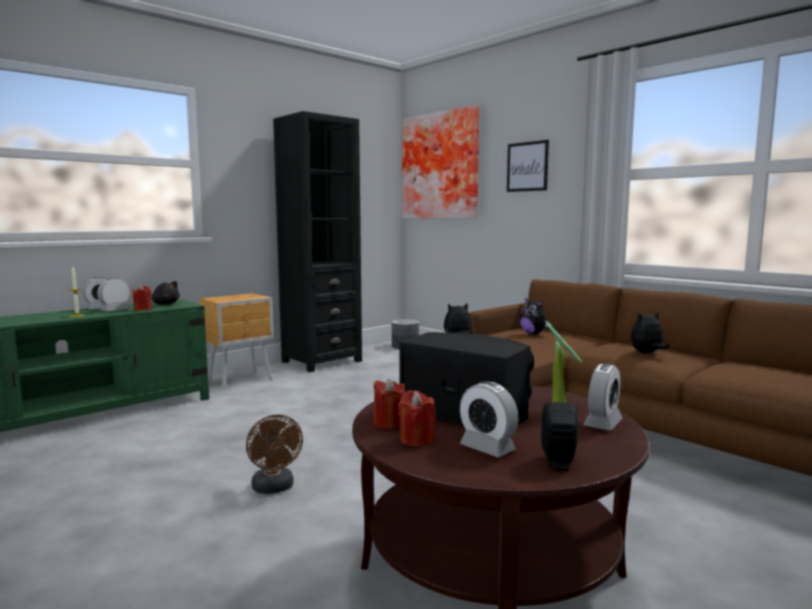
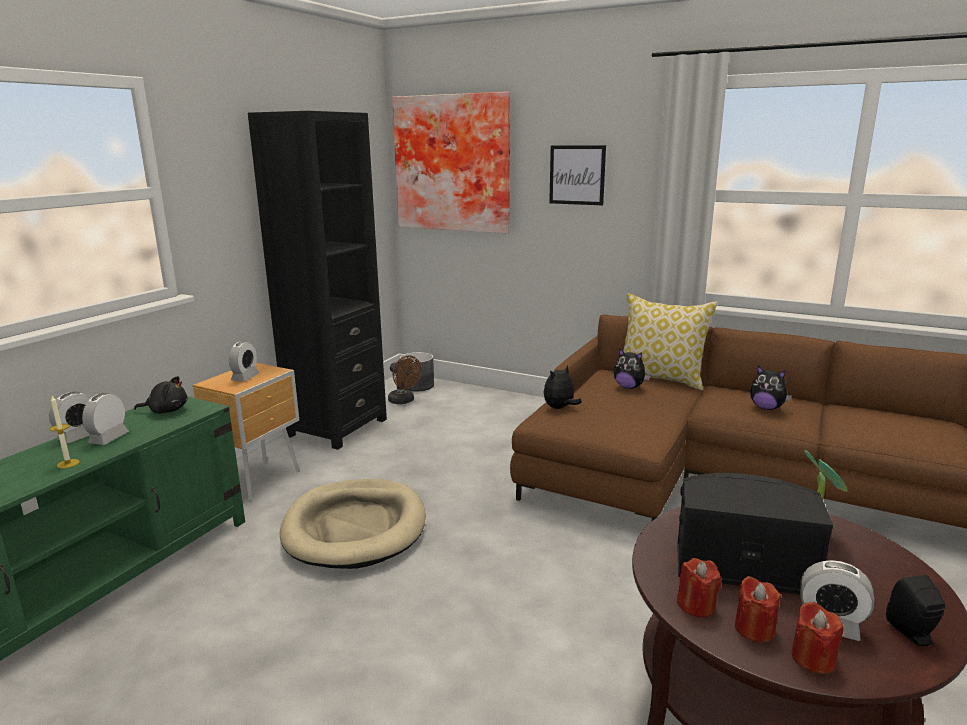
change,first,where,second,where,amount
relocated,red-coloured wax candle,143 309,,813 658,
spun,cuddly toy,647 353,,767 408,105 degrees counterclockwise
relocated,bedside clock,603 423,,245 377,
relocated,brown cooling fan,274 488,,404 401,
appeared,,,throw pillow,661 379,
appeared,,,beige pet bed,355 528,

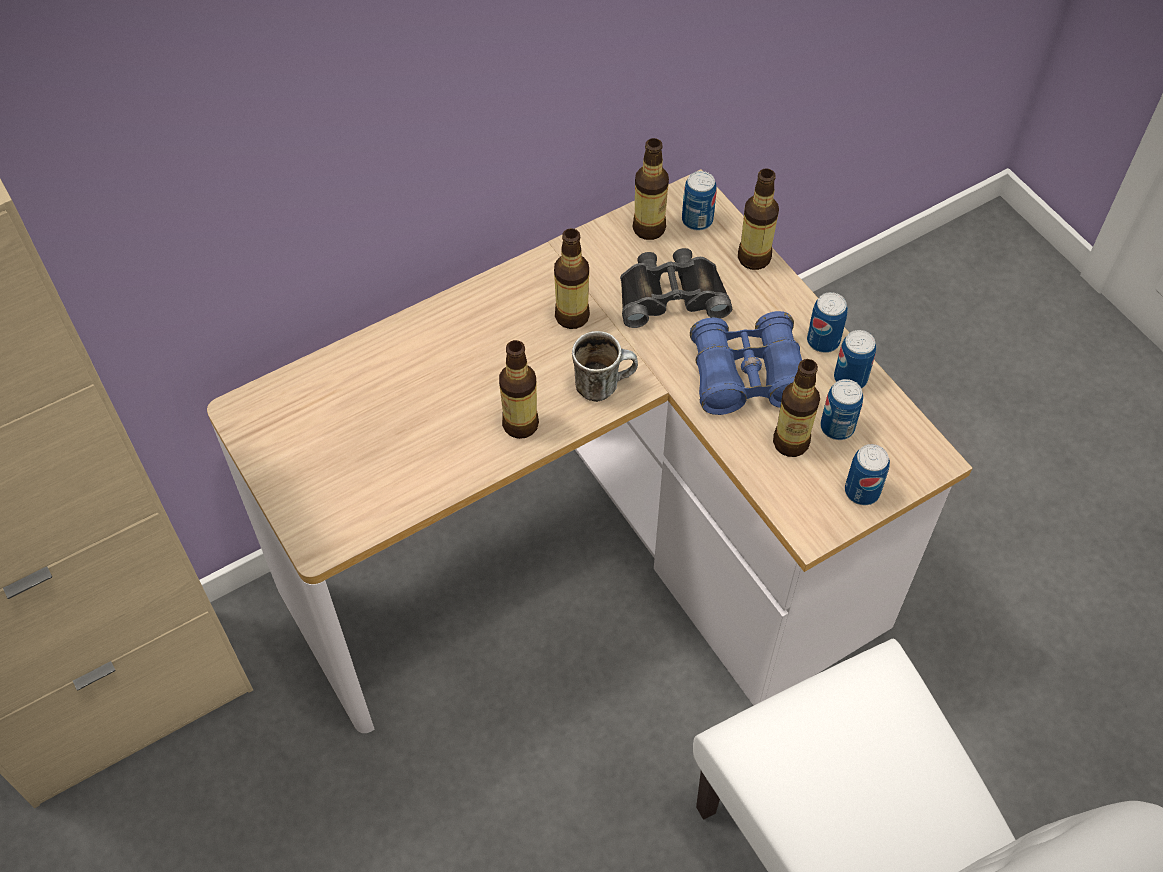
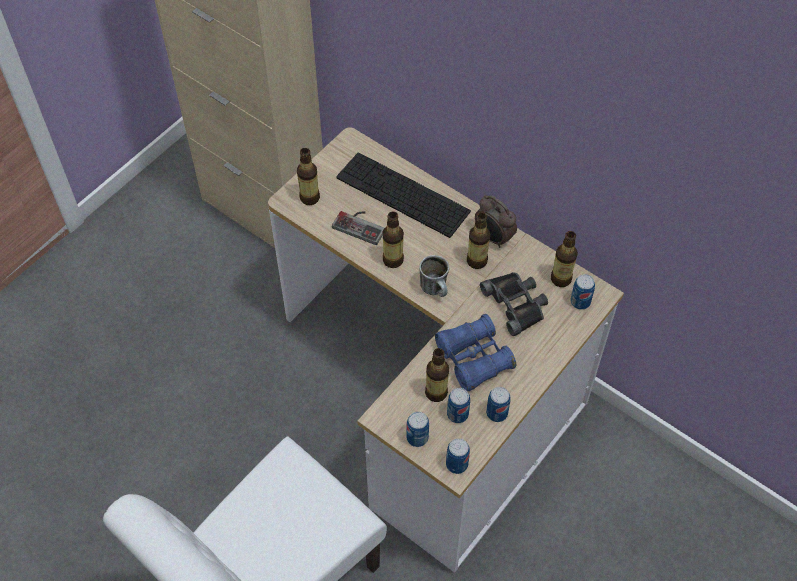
change,first,where,second,where,amount
relocated,drink bottle,754 258,,309 197,
relocated,metal can,823 341,,457 464,
appeared,,,computer keyboard,402 194,
appeared,,,bedside clock,493 238,
appeared,,,game controller,361 225,

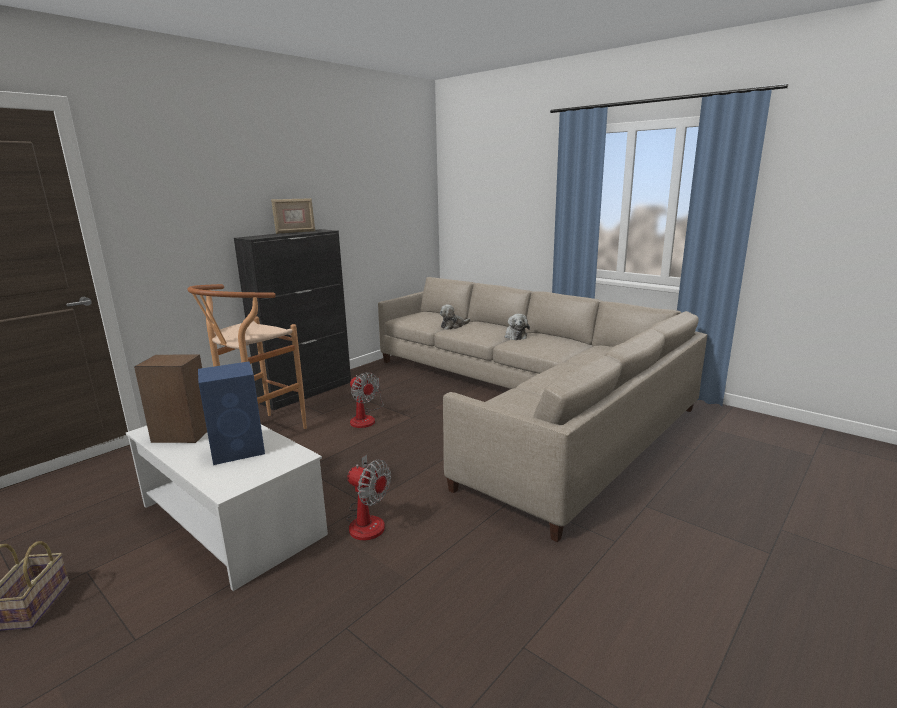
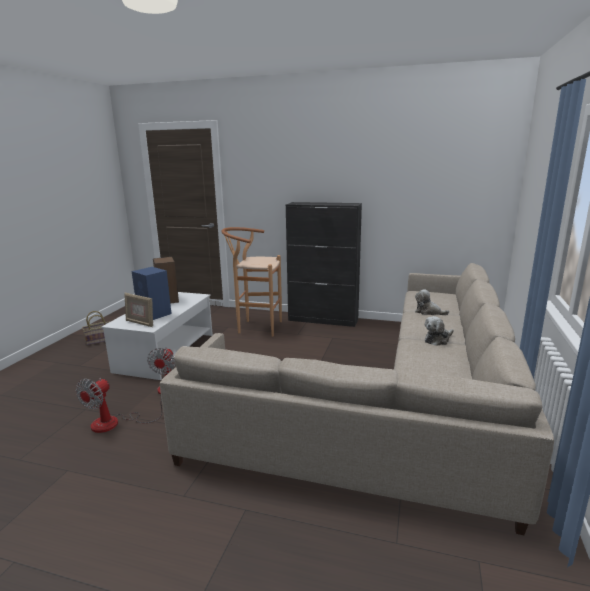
change,first,where,second,where,amount
relocated,photo frame,295 232,,140 323,
relocated,cooling fan,365 418,,115 423,

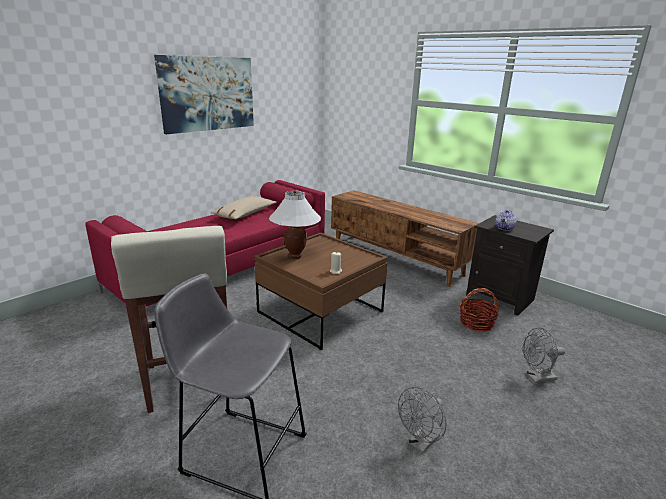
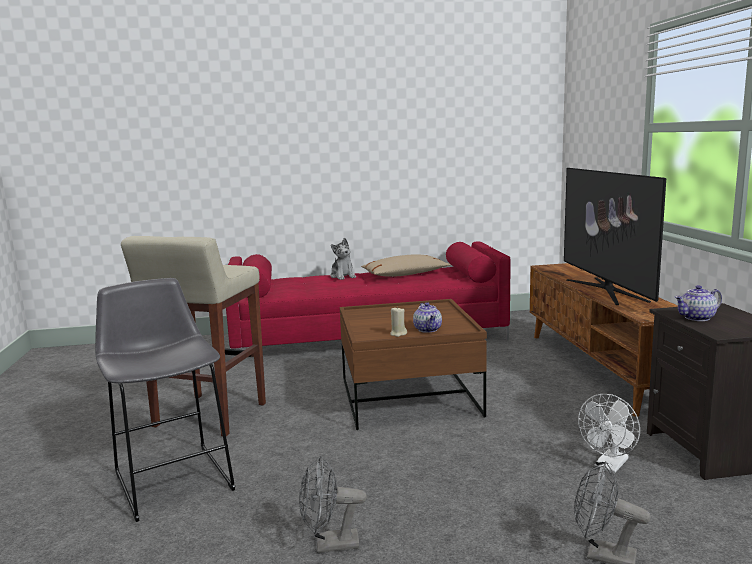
change,first,where,second,where,amount
missing,picture,208 94,,,
missing,whitish lamp for a table,295 256,,,
exchanged,household basket,476 323,whitish cooling fan,609 466,
appeared,,,TV,605 290,
appeared,,,cuddly toy,343 276,
appeared,,,teapot,428 329,

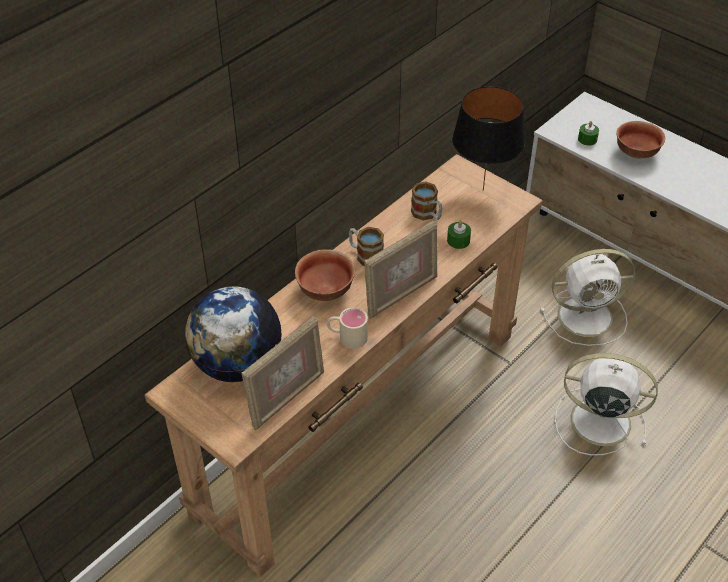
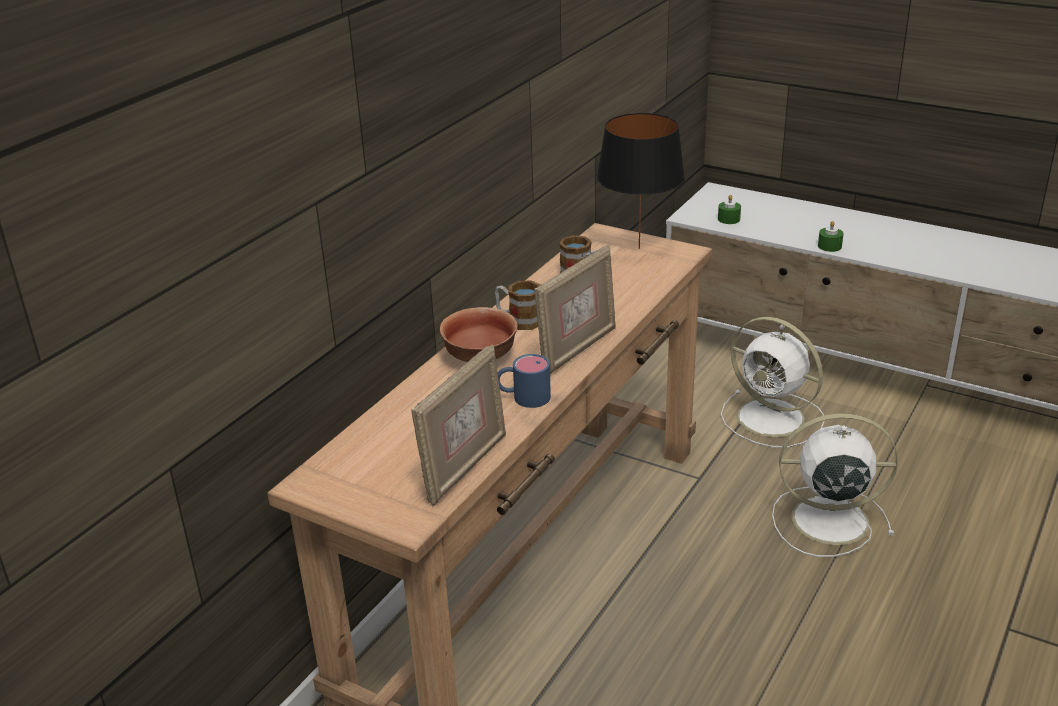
change,first,where,second,where,amount
missing,bowl,635 153,,,
relocated,green wax candle,458 240,,829 246,
spun,whitish cooling fan,587 316,,773 419,60 degrees clockwise
missing,world globe,237 364,,,
colour,beige tea mug,347 337,blue-coloured tea mug,523 397,

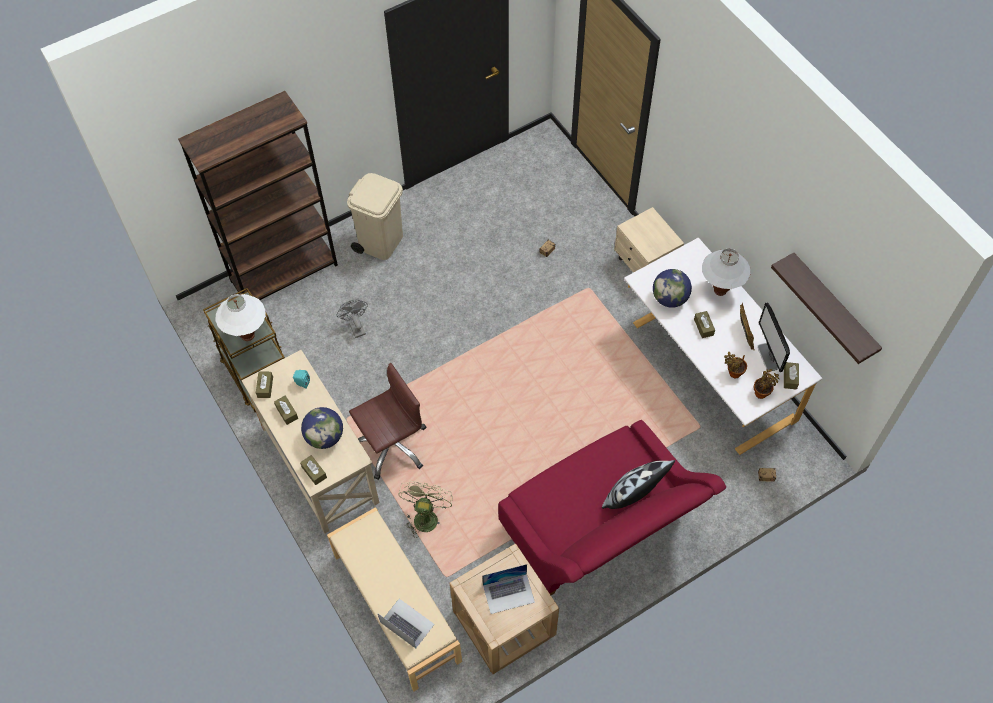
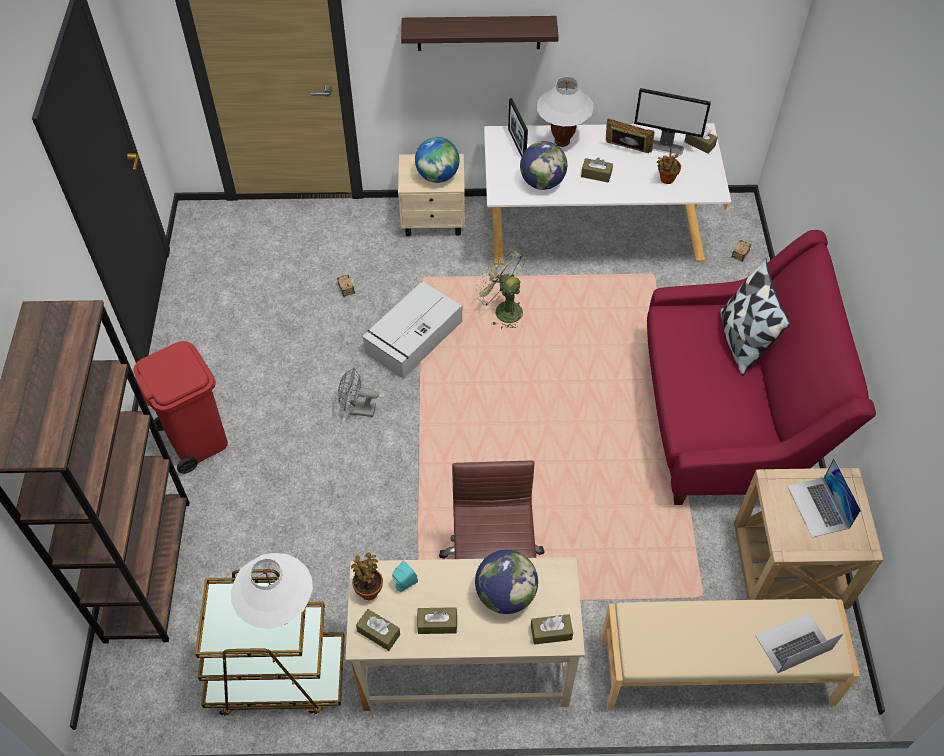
change,first,where,second,where,amount
colour,beige waste bin,381 241,red-coloured waste bin,196 438,
relocated,shelf,833 308,,479 33,
relocated,gray cooling fan,356 326,,357 409,
relocated,plant in a pot,761 392,,369 589,
relocated,green cooling fan,426 515,,502 310,
spun,laptop,509 593,,818 507,150 degrees clockwise
appeared,,,photo frame,517 144,
appeared,,,world globe,437 176,
appeared,,,gray storage bin,412 338,

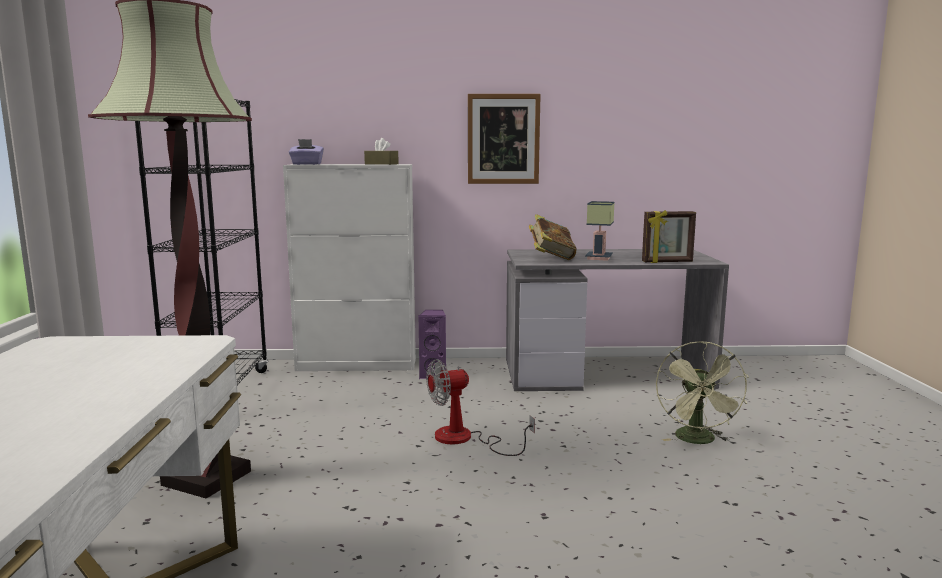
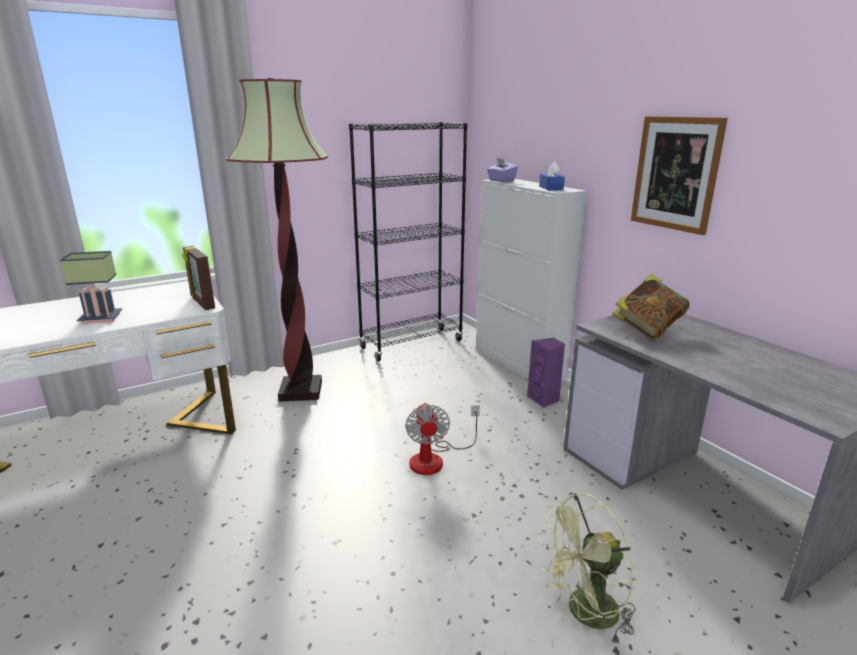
change,first,where,second,where,amount
colour,brown tissue box,381 164,blue-coloured tissue box,551 188,
relocated,lamp for a table,597 257,,103 317,
relocated,photo frame,667 262,,202 303,
spun,cooling fan,465 439,,435 459,135 degrees counterclockwise

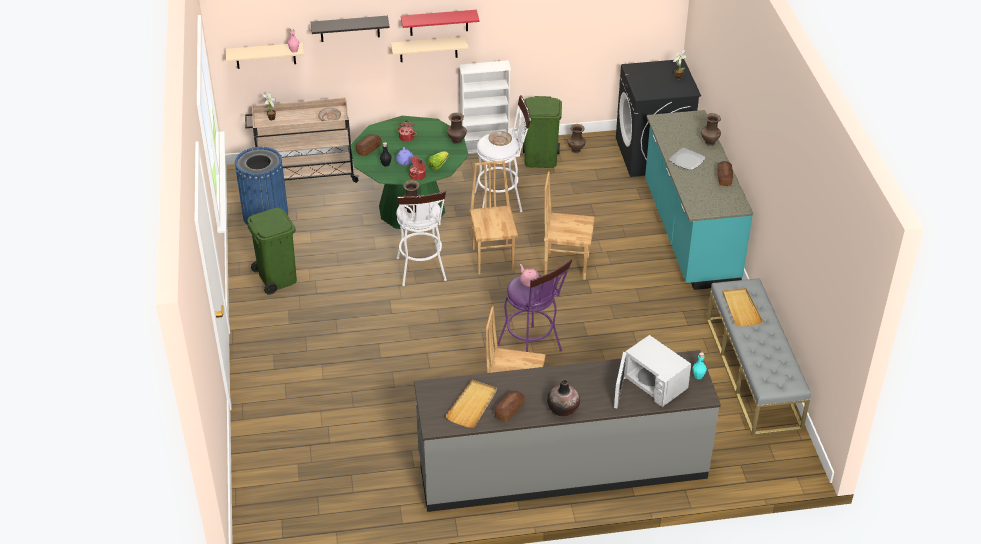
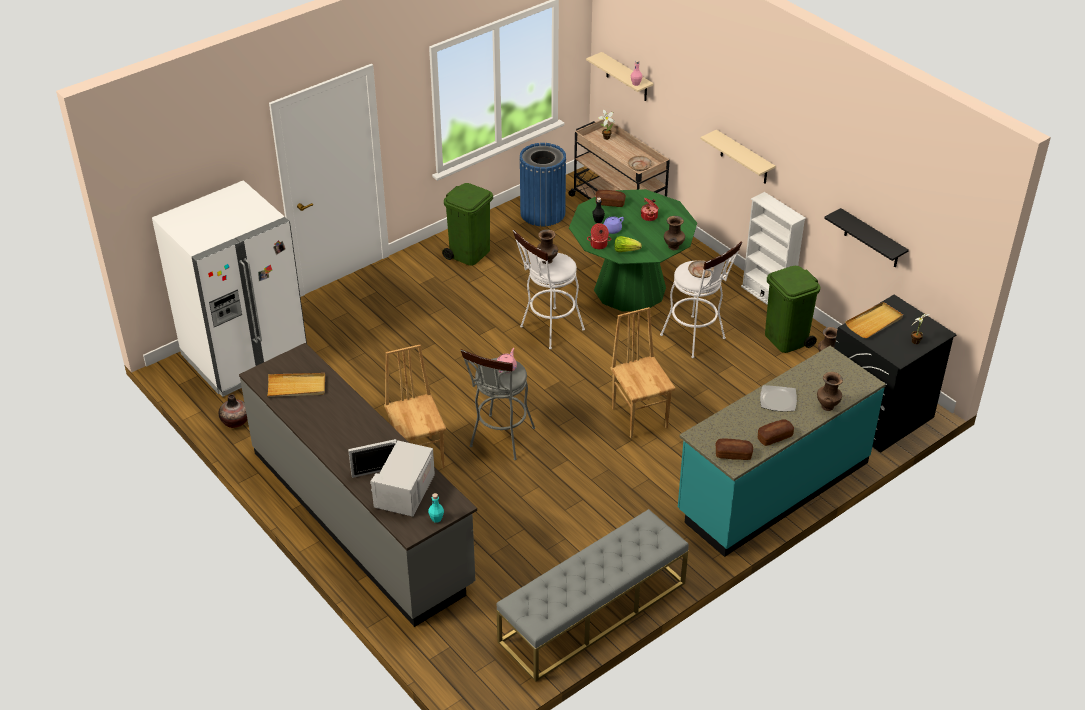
change,first,where,second,where,amount
missing,red-coloured shelf,439 22,,,
relocated,blackish shelf,349 28,,872 239,
missing,brown upright chair,493 259,,,
colour,purplish stool seat,533 350,gray stool seat,500 441,
relocated,beige carrying tray,741 308,,874 322,
relocated,flower vase,563 409,,235 421,
relocated,baked bread,509 410,,733 454,
appeared,,,whitish fridge,245 356,

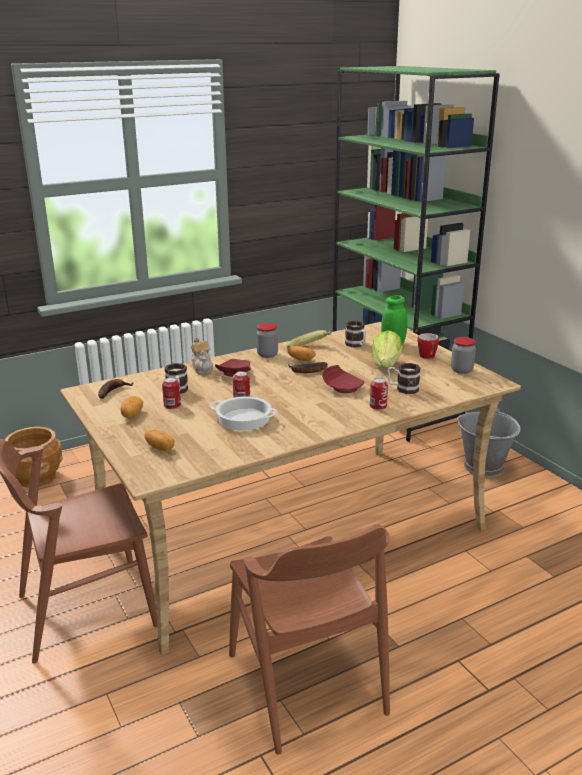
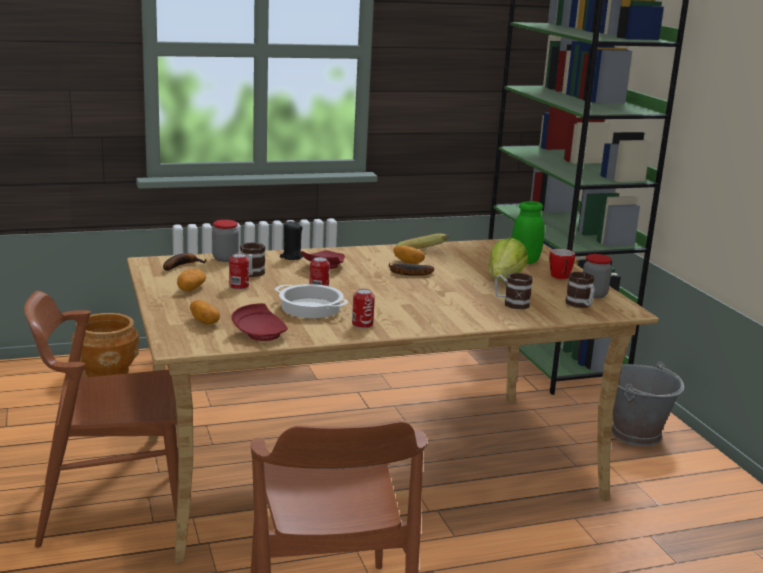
change,first,where,second,where,amount
relocated,tea mug,356 345,,580 305,
relocated,jar,267 354,,225 258,
exchanged,teapot,202 368,blackish wax candle,291 257,
relocated,red-coloured plate,342 387,,261 333,
relocated,metal can,378 406,,362 324,

